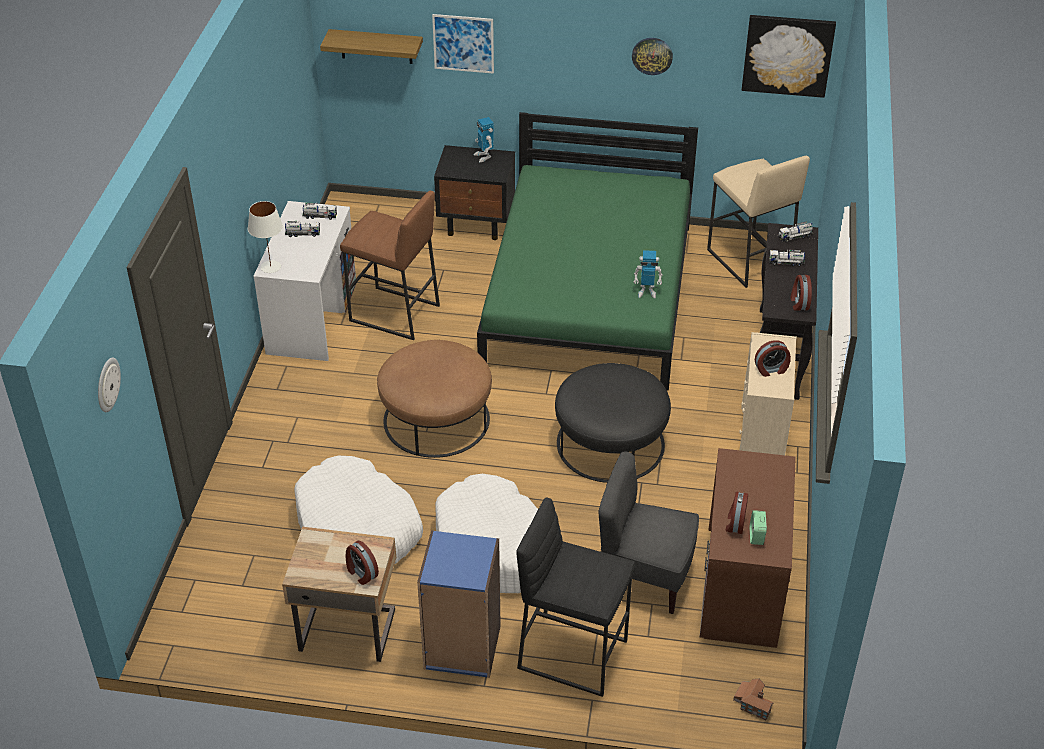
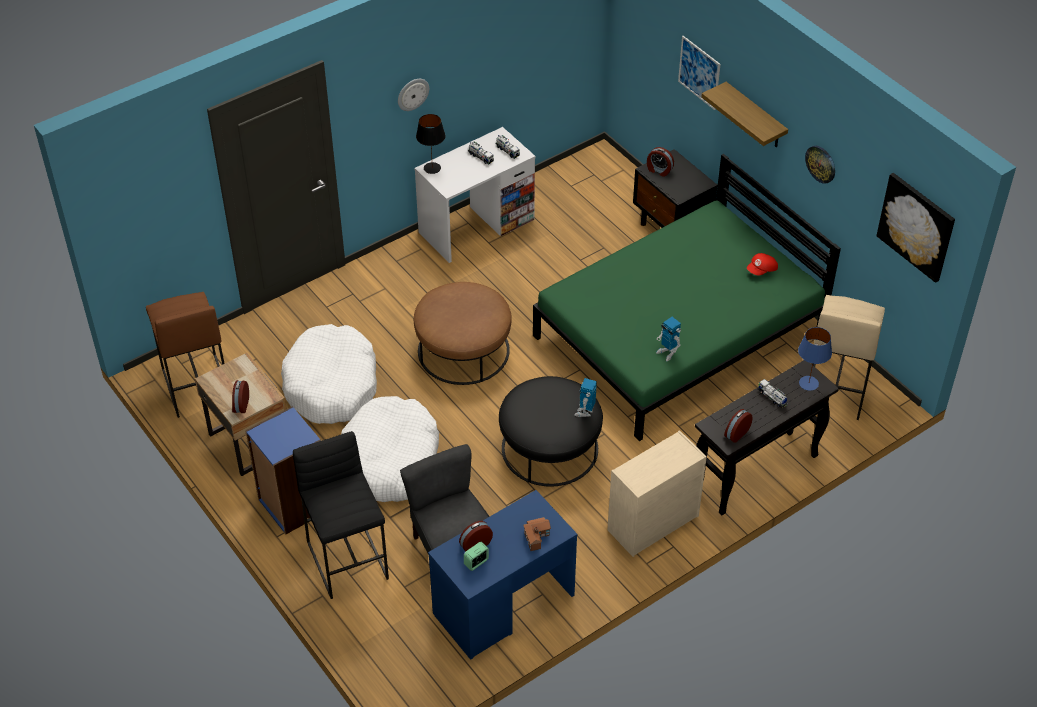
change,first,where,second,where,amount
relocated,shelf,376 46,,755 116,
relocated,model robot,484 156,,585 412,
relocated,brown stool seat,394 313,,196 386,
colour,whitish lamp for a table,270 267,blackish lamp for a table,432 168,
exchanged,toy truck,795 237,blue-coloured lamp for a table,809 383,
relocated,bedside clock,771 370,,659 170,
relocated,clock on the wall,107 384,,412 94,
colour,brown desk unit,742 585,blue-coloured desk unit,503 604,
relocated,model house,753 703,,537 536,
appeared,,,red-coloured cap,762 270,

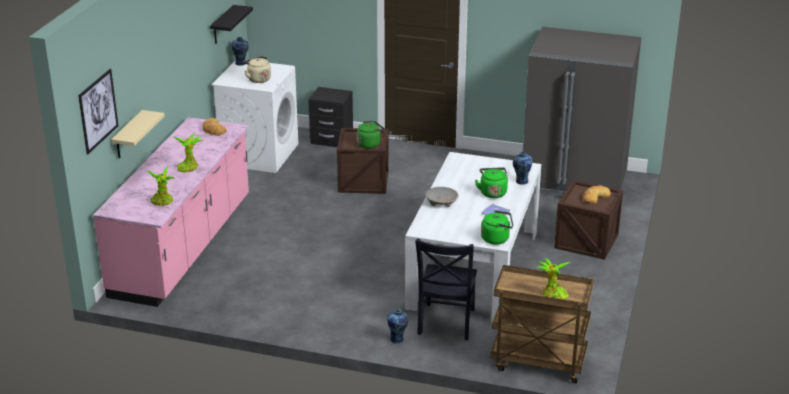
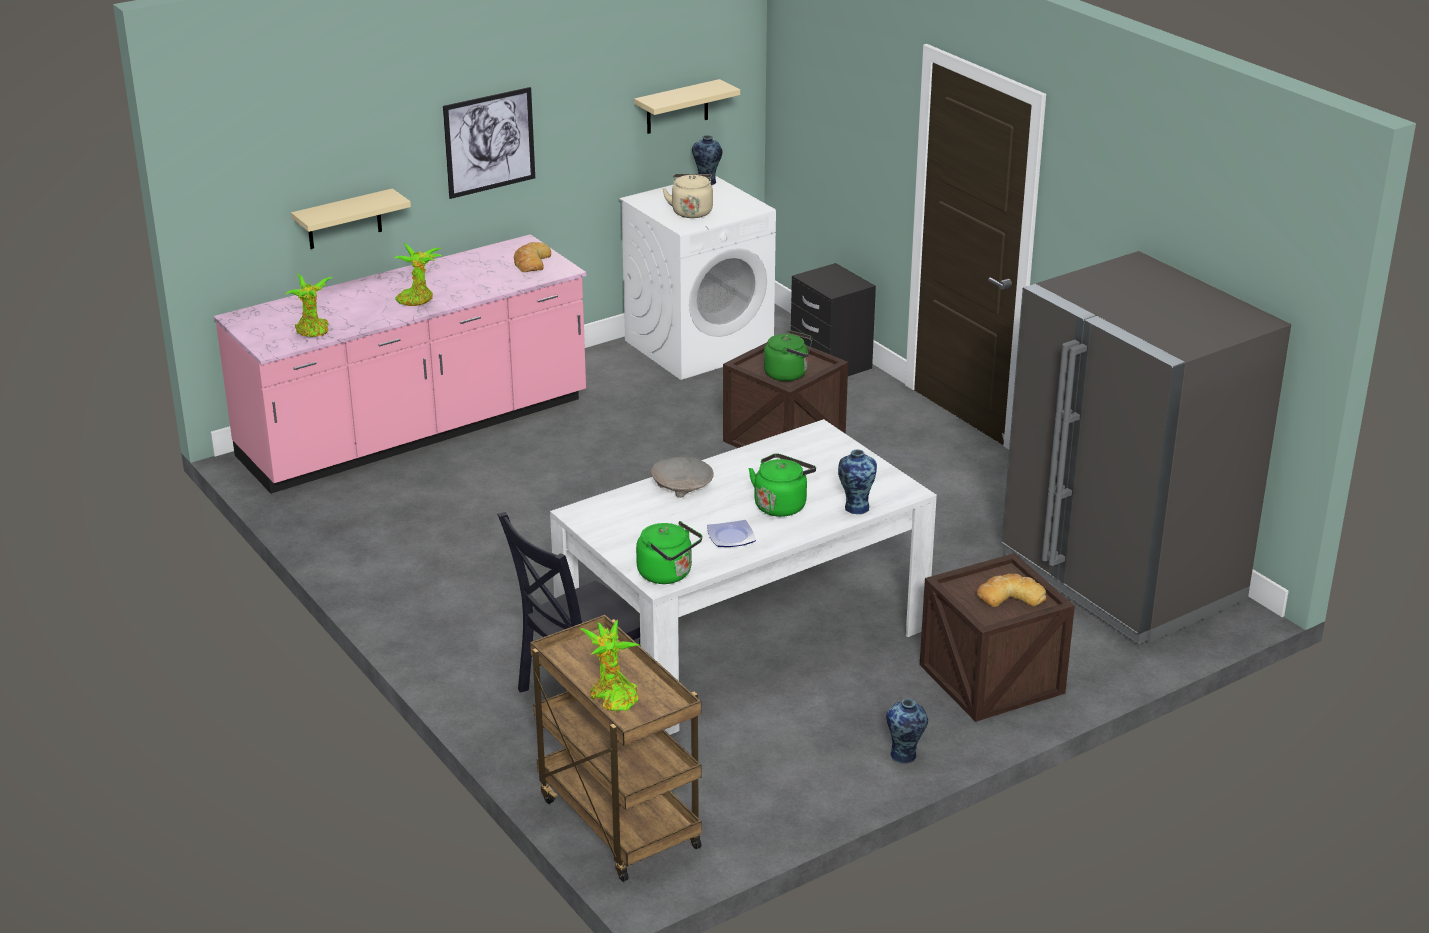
change,first,where,second,where,amount
colour,blackish shelf,222 25,beige shelf,677 107,
relocated,picture,98 111,,489 142,
relocated,flower vase,397 339,,904 756,

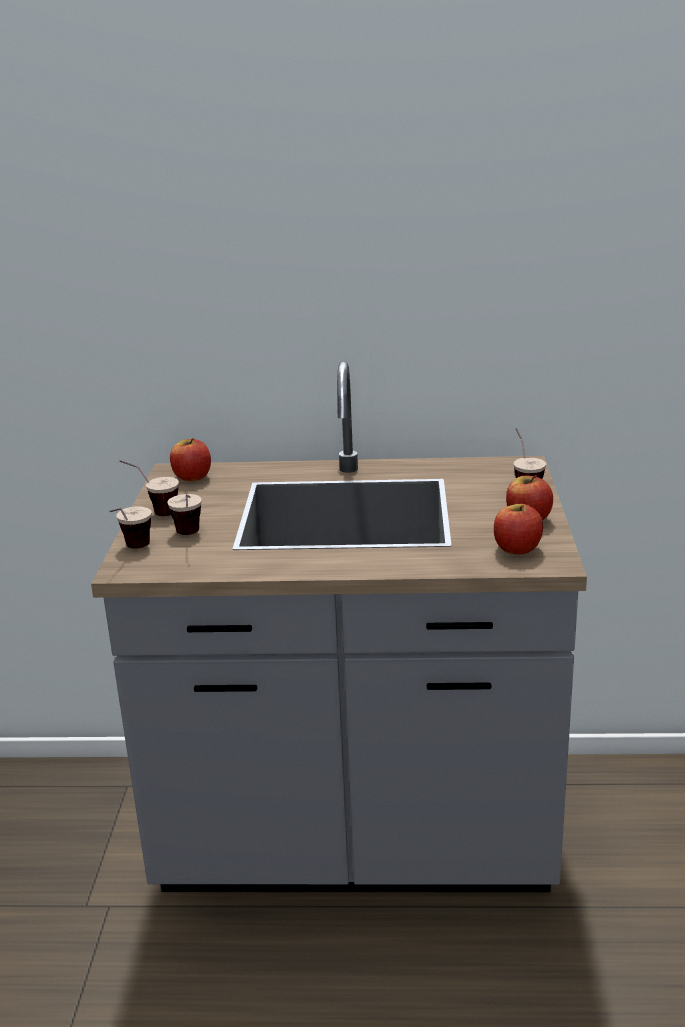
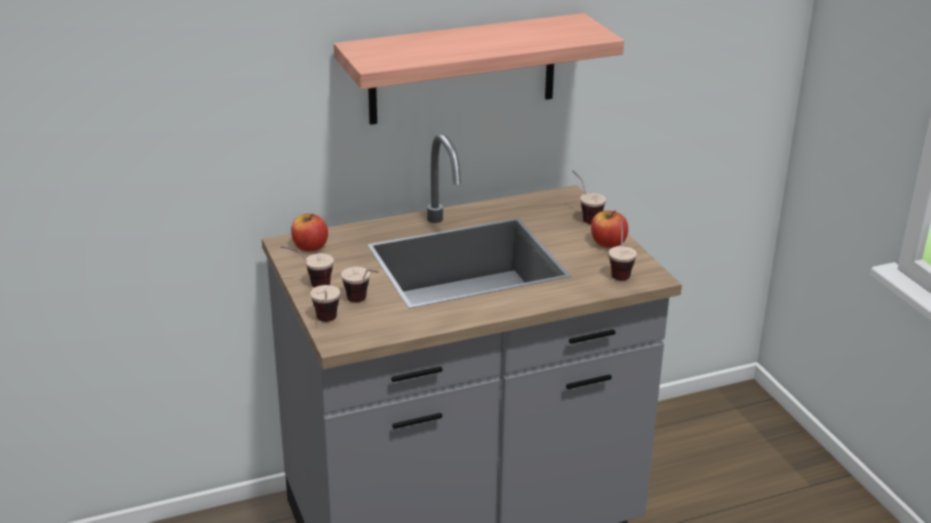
change,first,where,second,where,amount
exchanged,apple fruit,517 549,cup,619 270,
appeared,,,shelf,463 69,

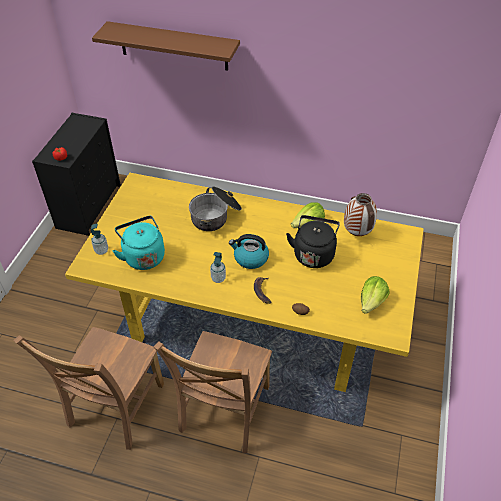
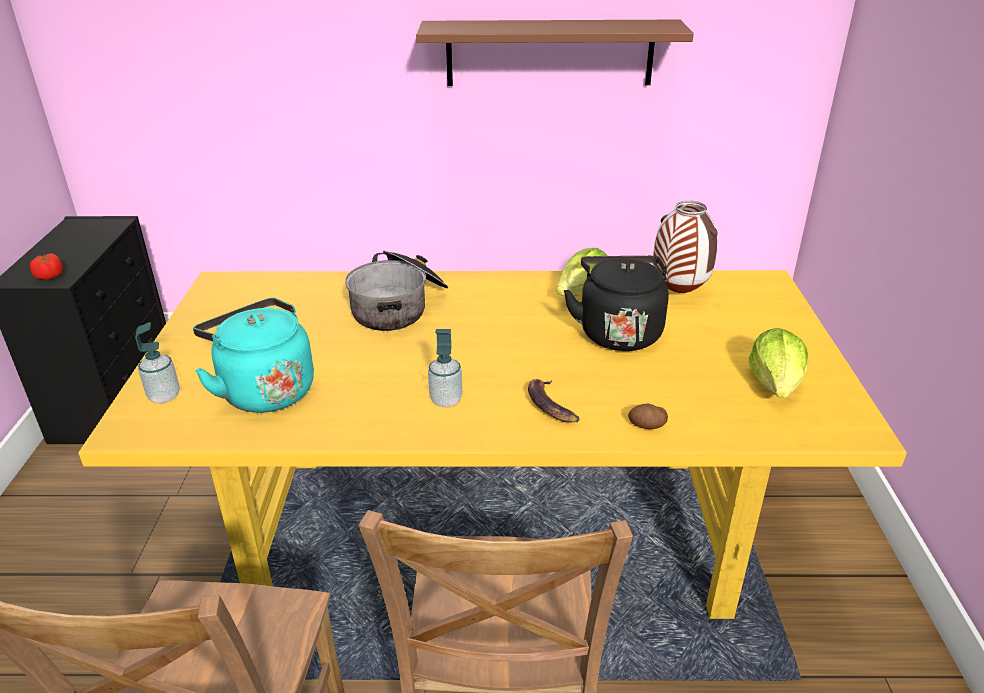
change,first,where,second,where,amount
relocated,brown shelf,173 46,,549 53,
missing,tea kettle,250 258,,,

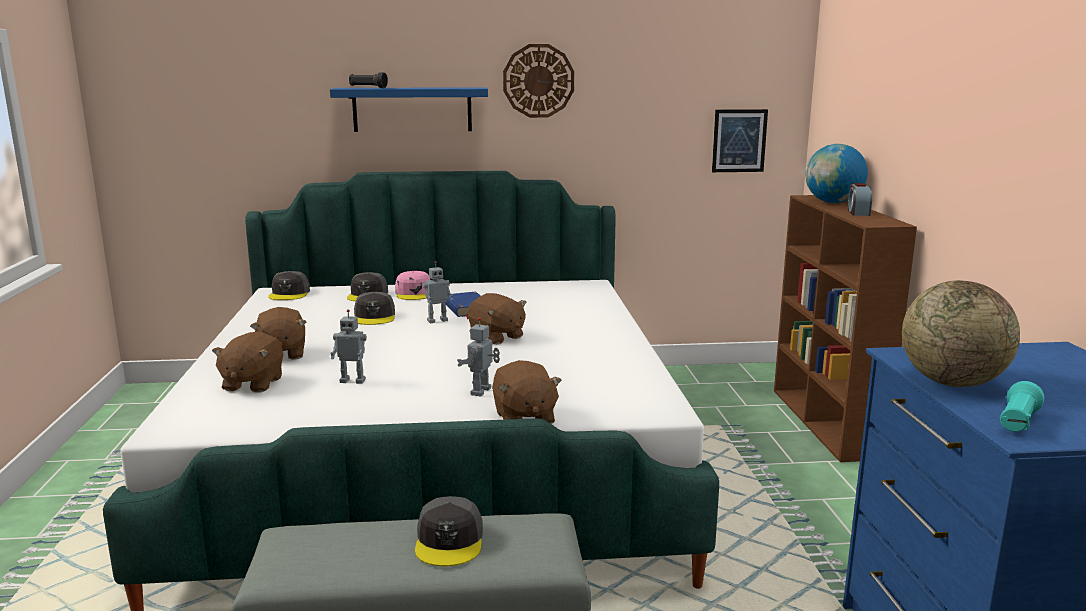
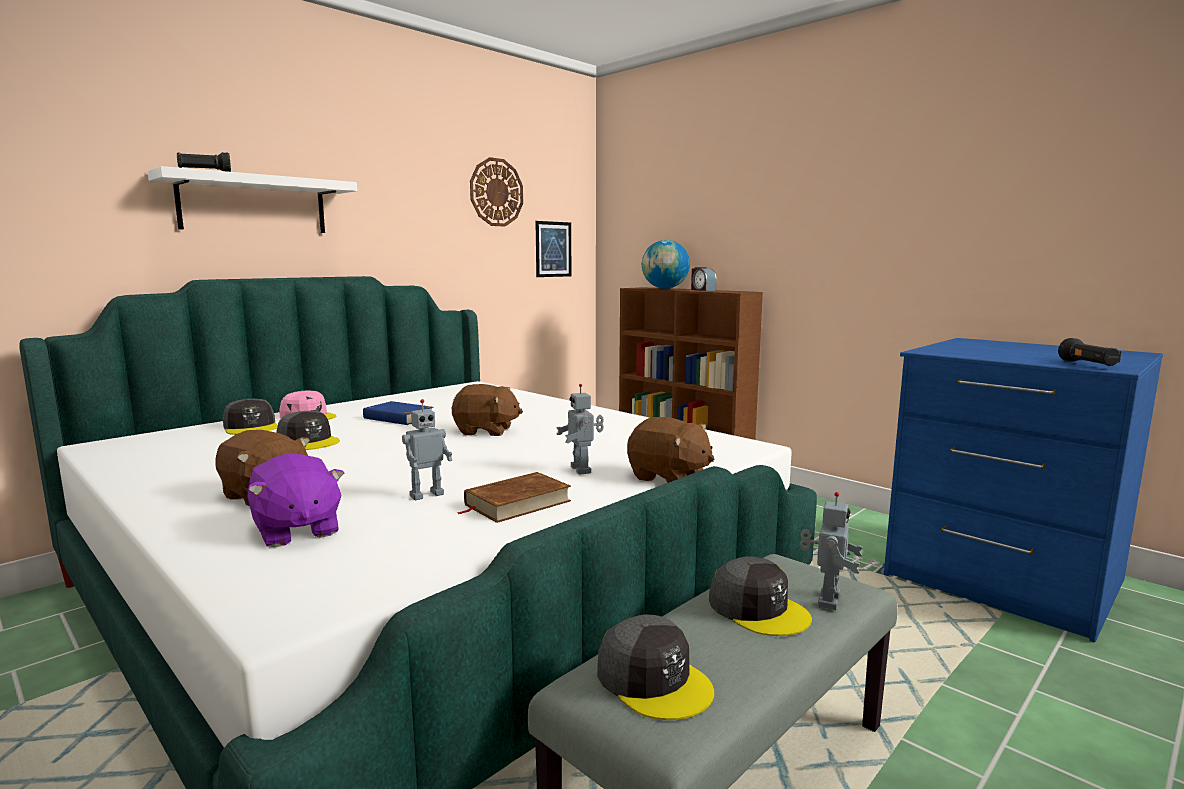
change,first,where,second,where,amount
relocated,clock on the wall,538 81,,496 192,
colour,blue-coloured shelf,412 109,whitish shelf,254 205,
relocated,model robot,437 320,,826 600,
relocated,gray cap,289 294,,653 680,
missing,world globe,951 382,,,
colour,brown cuddly toy,252 384,purplish cuddly toy,296 531,
colour,blue-green hand torch,1017 423,blackish hand torch,1088 364,
appeared,,,brown volume,517 503,

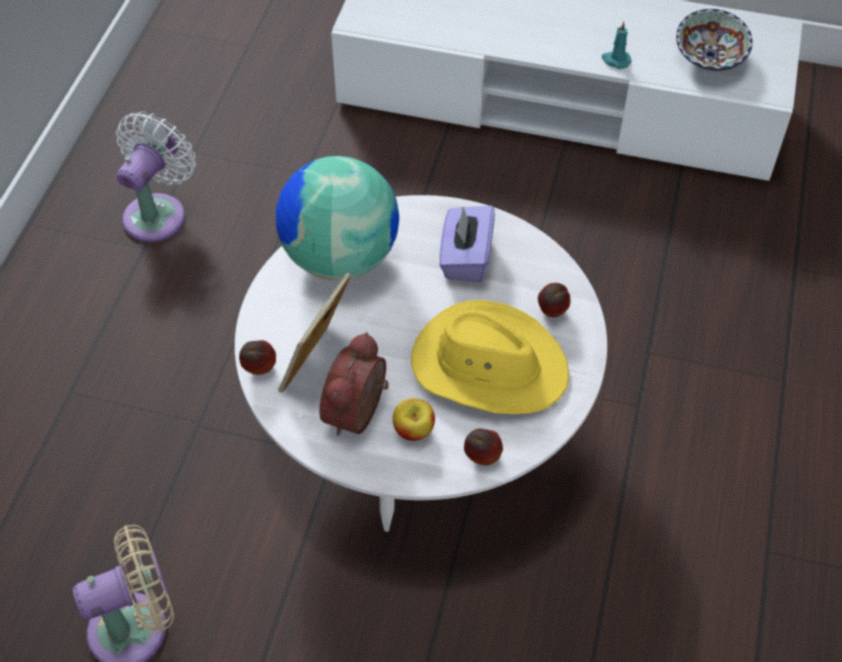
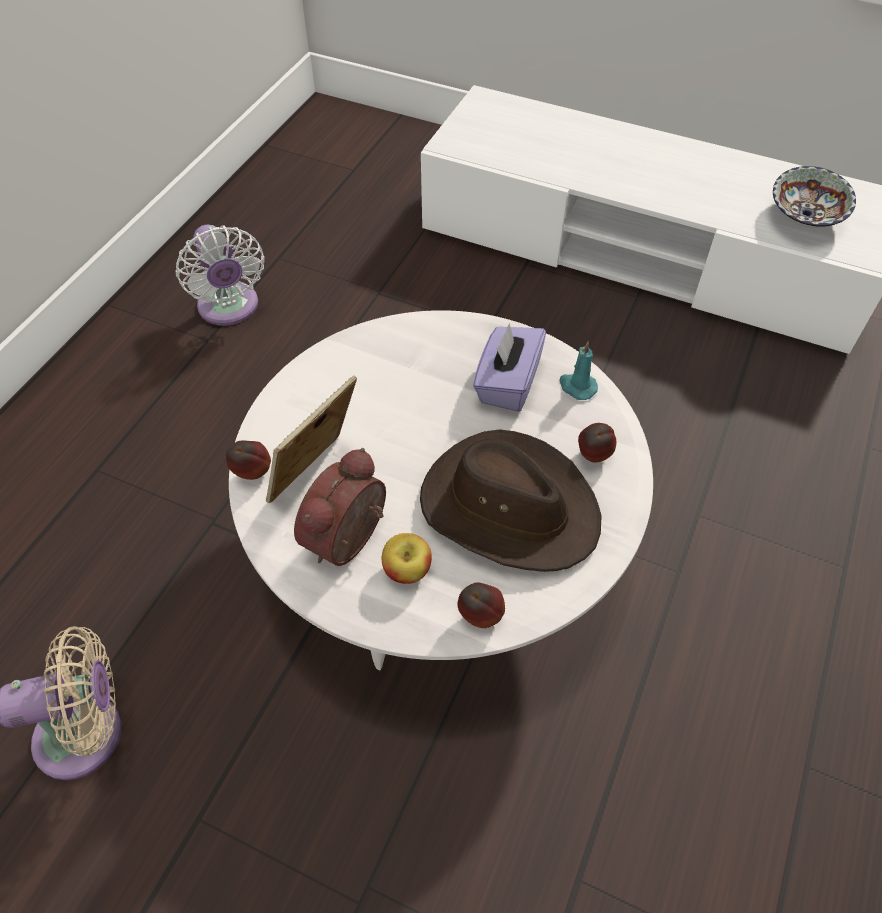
change,first,where,second,where,amount
relocated,blue-green wax candle,615 60,,577 386,
spun,whitish cooling fan,158 213,,230 309,120 degrees clockwise
missing,world globe,339 257,,,
colour,yellow clothing hat,488 365,brown clothing hat,509 506,

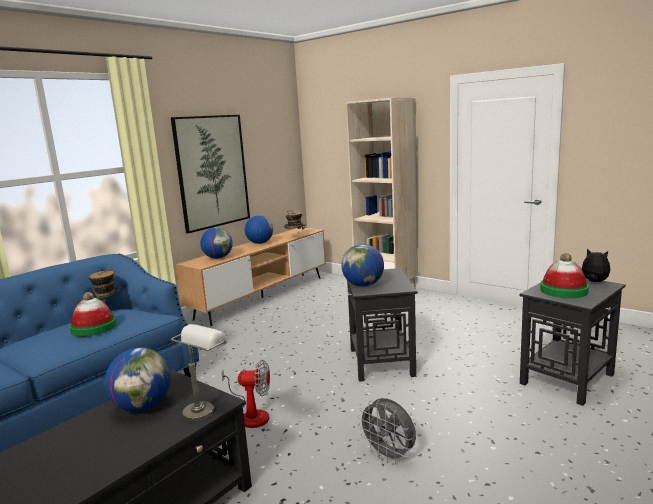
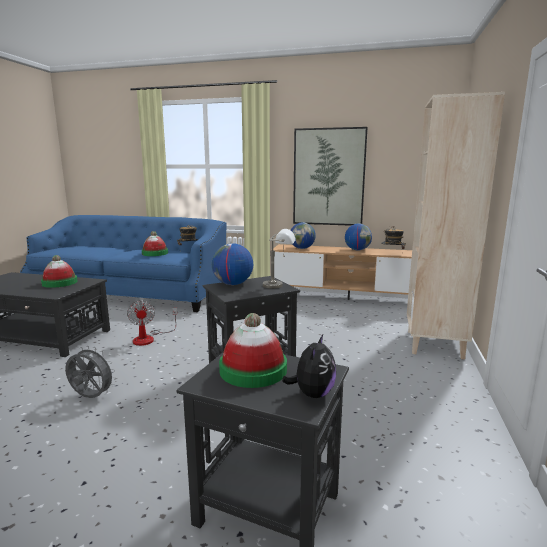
change,first,where,second,where,amount
relocated,gray lamp for a table,205 407,,279 285,
exchanged,world globe,143 406,clothing hat,60 283,
spun,gray cooling fan,389 456,,91 397,90 degrees clockwise

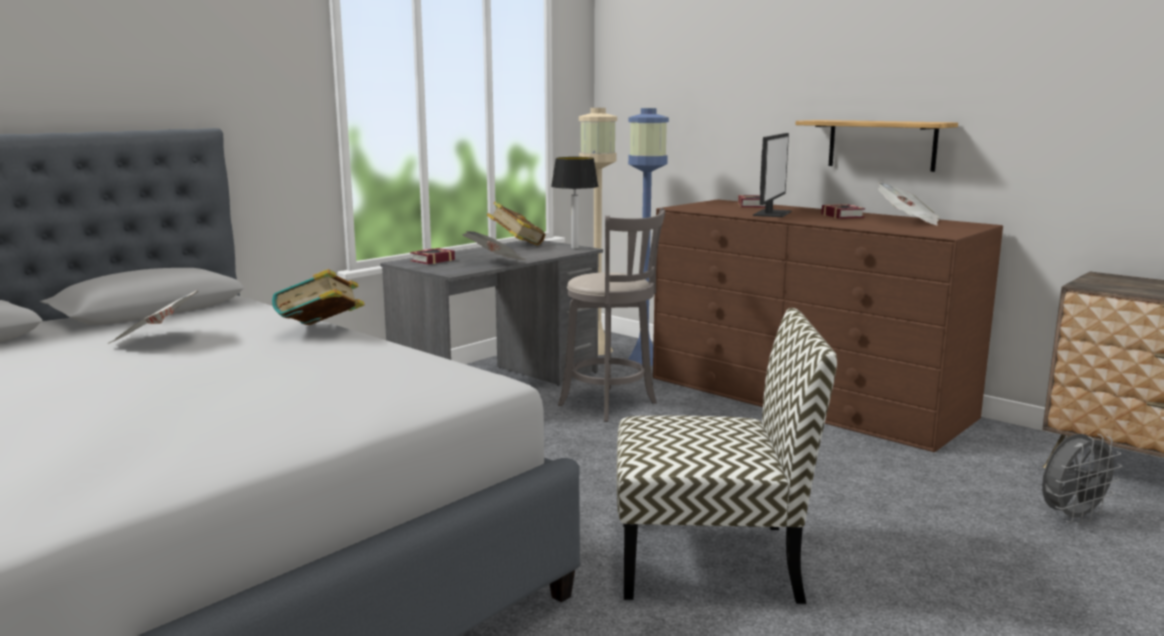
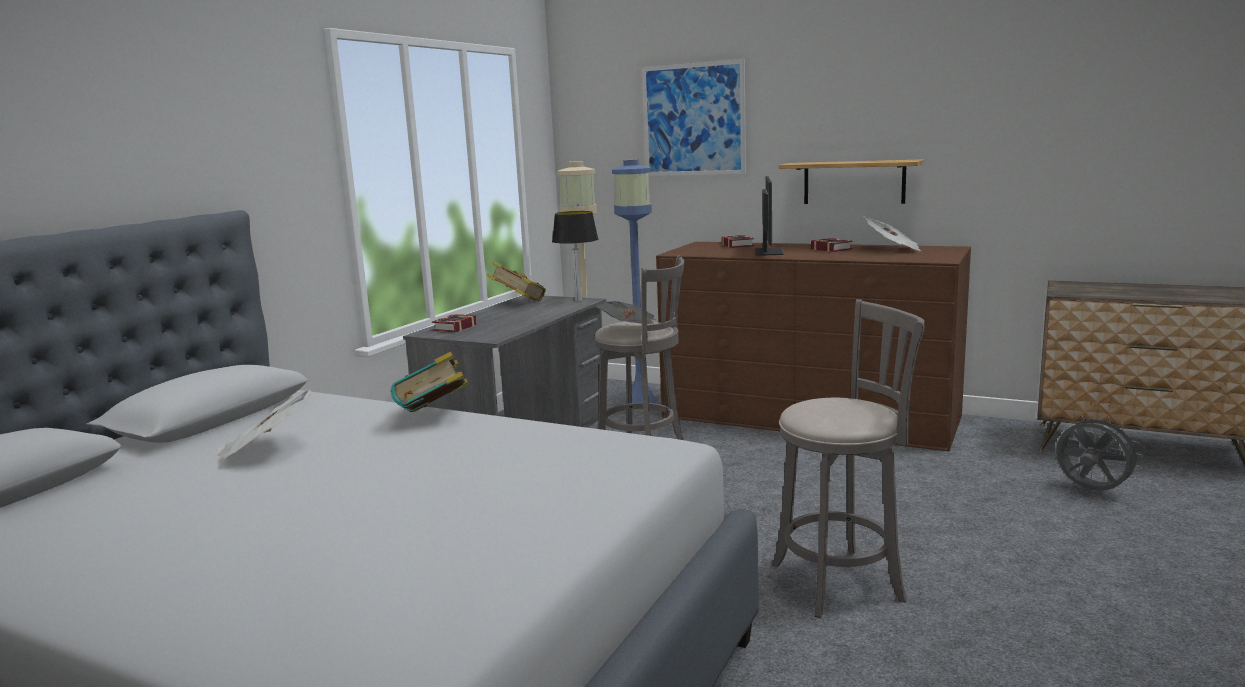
change,first,where,second,where,amount
relocated,newspaper,495 263,,629 330,
exchanged,upright chair,711 559,gray stool seat,843 581,
spun,gray cooling fan,1072 517,,1091 491,90 degrees counterclockwise
appeared,,,picture,693 119,

